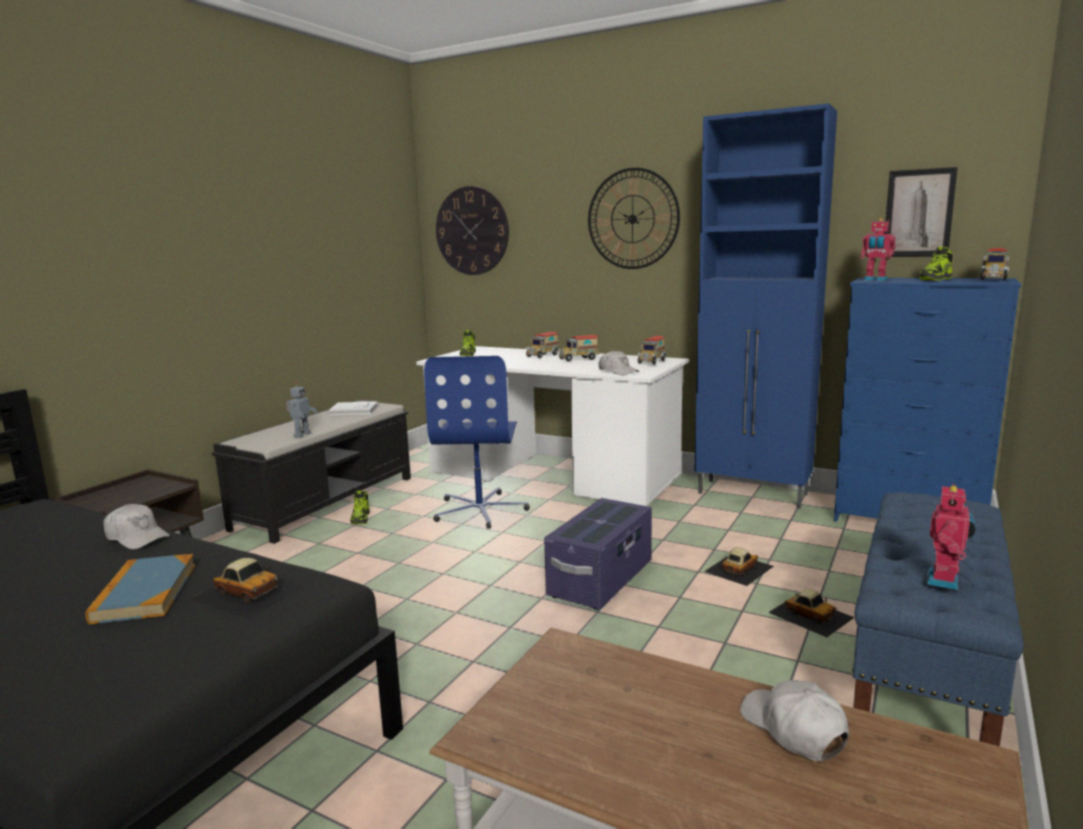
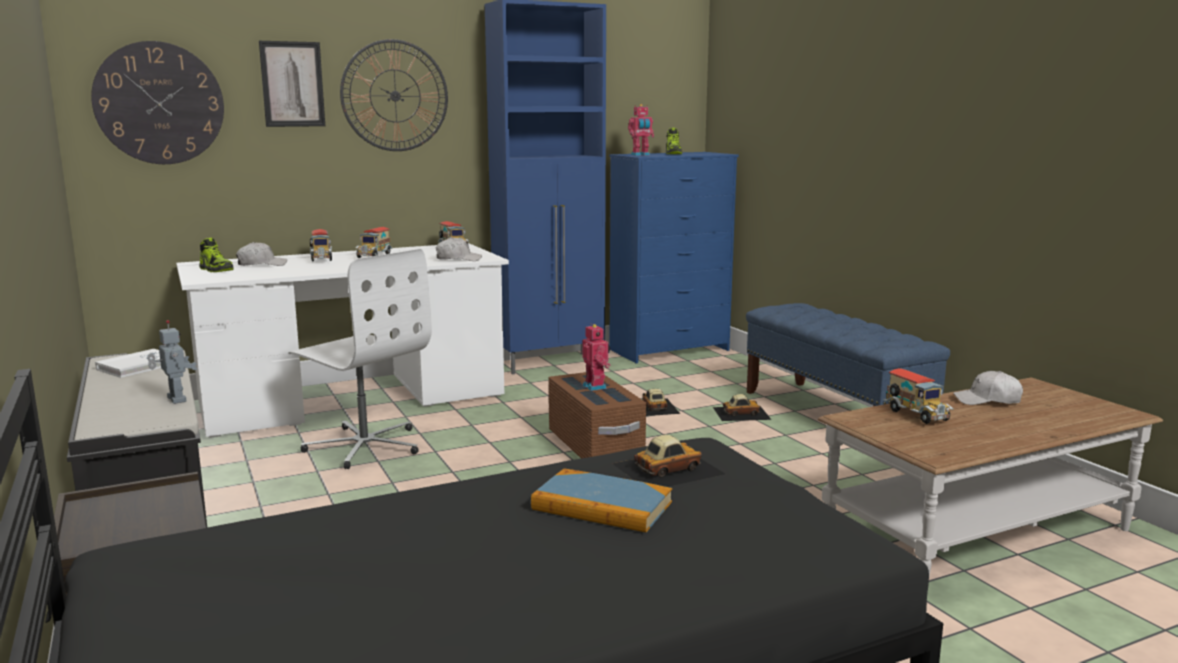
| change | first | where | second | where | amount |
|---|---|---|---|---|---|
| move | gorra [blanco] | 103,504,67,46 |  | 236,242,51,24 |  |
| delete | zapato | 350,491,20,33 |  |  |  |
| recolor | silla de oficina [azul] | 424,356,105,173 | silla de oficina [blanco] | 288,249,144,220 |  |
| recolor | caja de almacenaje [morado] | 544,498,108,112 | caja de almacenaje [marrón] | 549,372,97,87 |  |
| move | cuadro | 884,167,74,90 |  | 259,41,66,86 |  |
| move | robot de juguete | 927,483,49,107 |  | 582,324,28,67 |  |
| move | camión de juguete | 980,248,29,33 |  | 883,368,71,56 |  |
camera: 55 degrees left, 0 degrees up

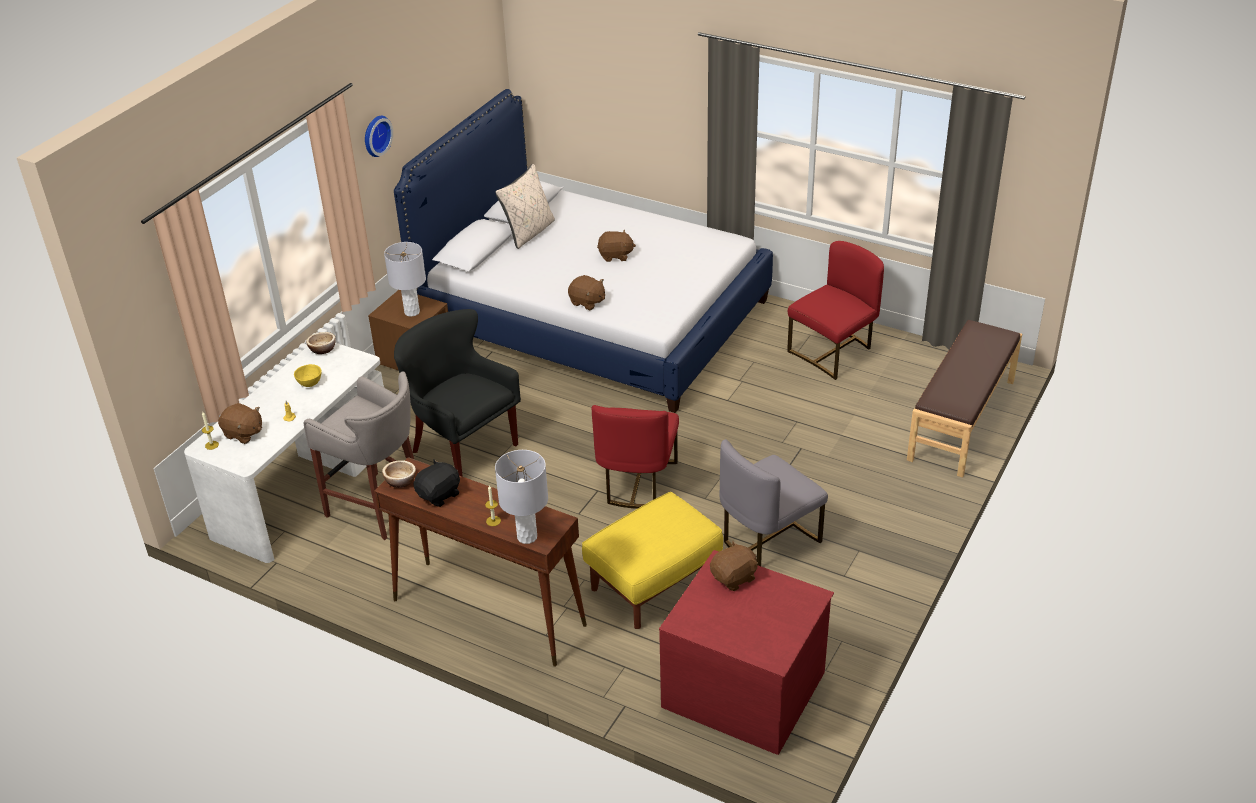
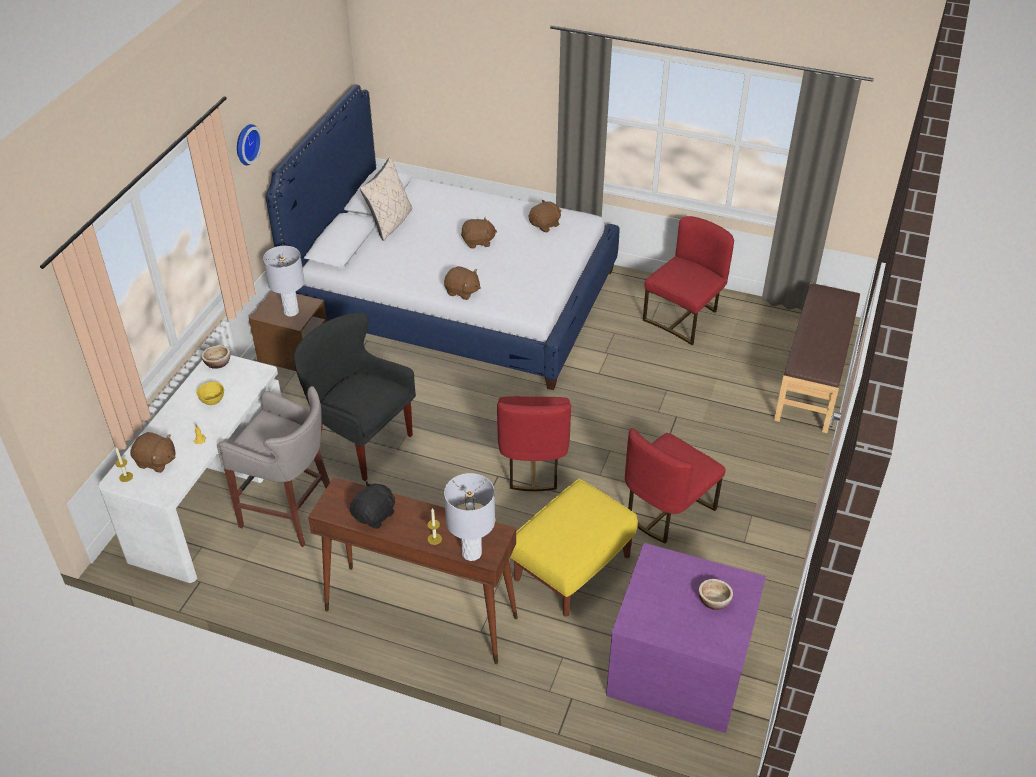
| change | first | where | second | where | amount |
|---|---|---|---|---|---|
| move | cuenco | 382,460,34,28 |  | 698,579,35,31 |  |
| recolor | cómoda [rojo] | 659,550,175,205 | cómoda [morado] | 606,543,160,190 |  |
| move | peluche [marrón] | 710,541,48,50 |  | 529,199,33,33 |  |
| recolor | silla [gris] | 719,439,109,127 | silla [rojo] | 625,428,101,116 |  |
camera: 10 degrees left, 5 degrees up

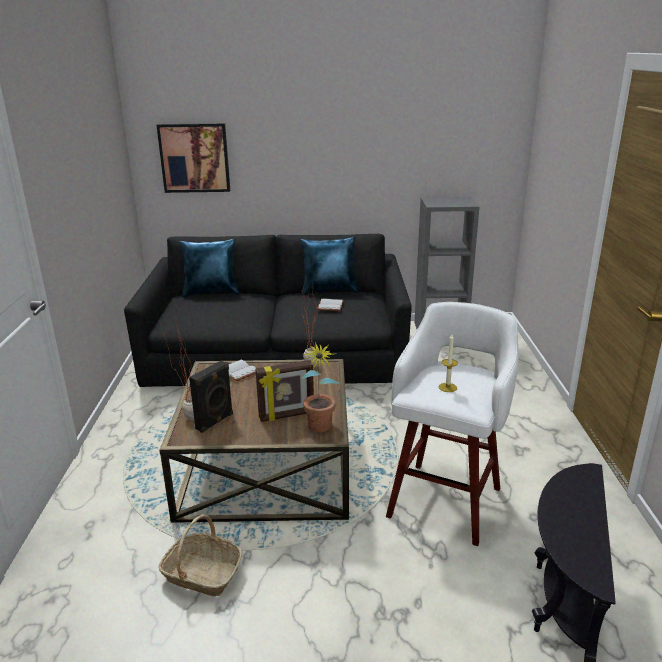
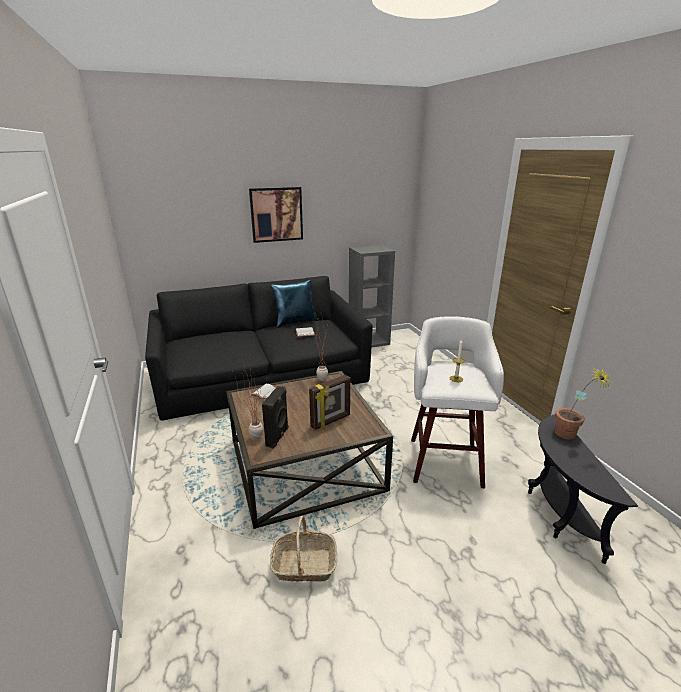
| change | first | where | second | where | amount |
|---|---|---|---|---|---|
| move | cuadro | 157,123,73,70 |  | 249,187,54,56 |  |
| delete | cojín [azul] | 180,239,60,58 |  |  |  |
| move | planta en maceta | 300,342,40,90 |  | 555,367,57,73 |  |
camera: 20 degrees left, 0 degrees up

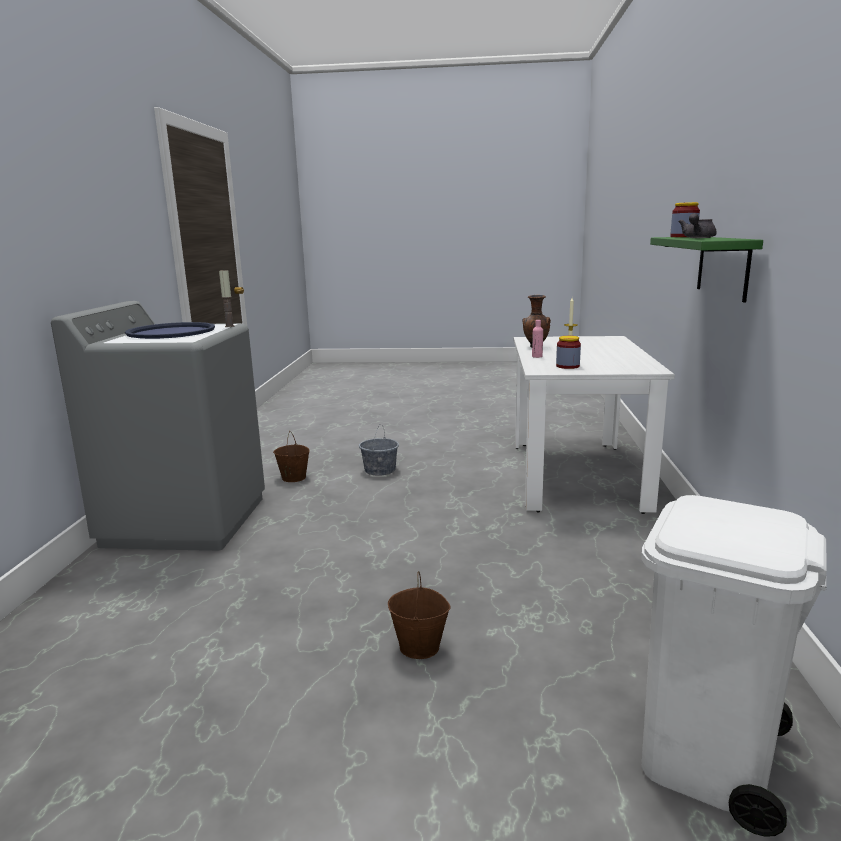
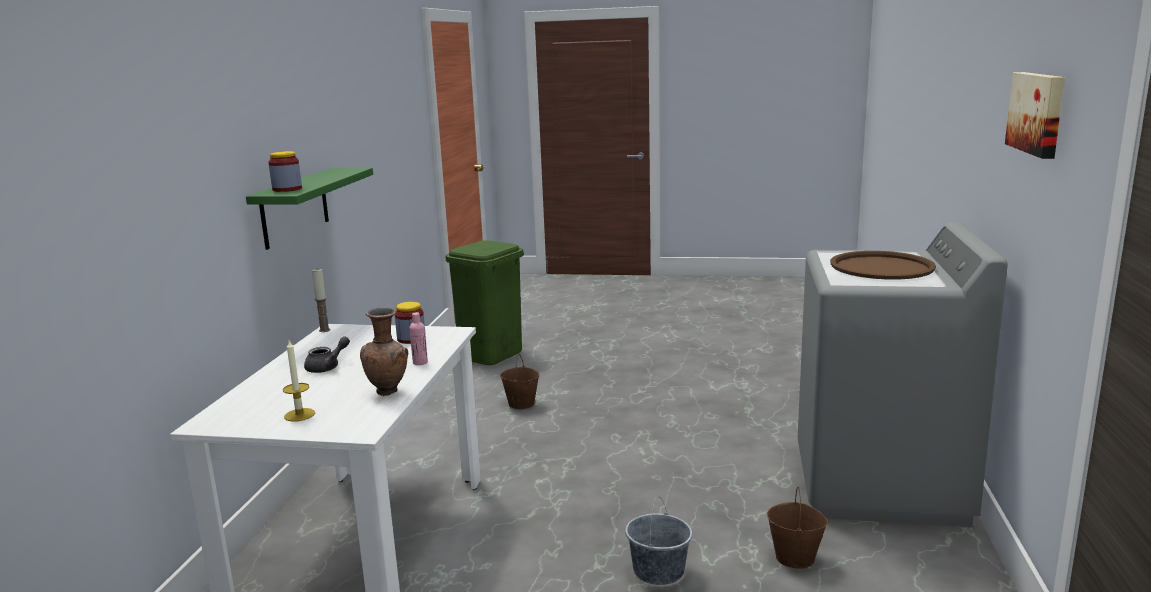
| change | first | where | second | where | amount |
|---|---|---|---|---|---|
| recolor | bandeja [azul] | 125,322,90,17 | bandeja [marrón] | 830,251,106,29 |  |
| move | vela | 219,269,16,58 |  | 312,269,18,63 |  |
| move | cubo [marrón] | 388,571,63,88 |  | 500,353,39,56 |  |
| recolor | papelera [blanco] | 641,495,186,342 | papelera [verde] | 445,240,79,125 |  |
| move | tetera [gris] | 678,213,39,25 |  | 304,336,46,37 |  |
| insert |  |  | cuadro | 1005,72,60,87 |  |
camera: 175 degrees left, 0 degrees up

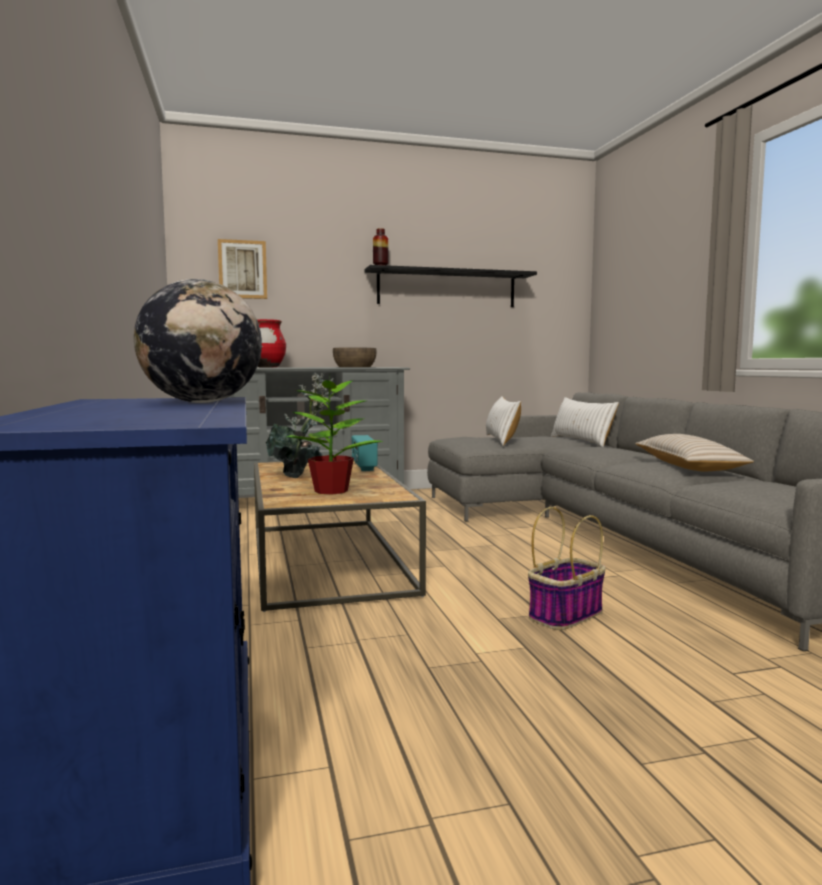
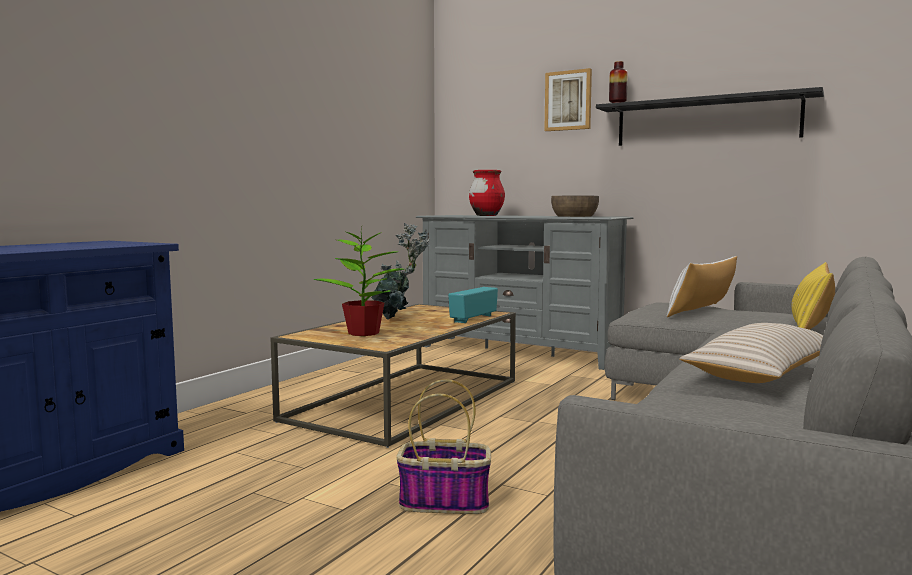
| change | first | where | second | where | amount |
|---|---|---|---|---|---|
| delete | globo terráqueo | 134,279,128,124 |  |  |  |
| move | cuadro | 218,239,49,60 |  | 544,68,48,63 |  |
| recolor | cojín [blanco] | 551,397,68,50 | cojín [amarillo] | 792,262,43,68 |  |
camera: 45 degrees right, 0 degrees up

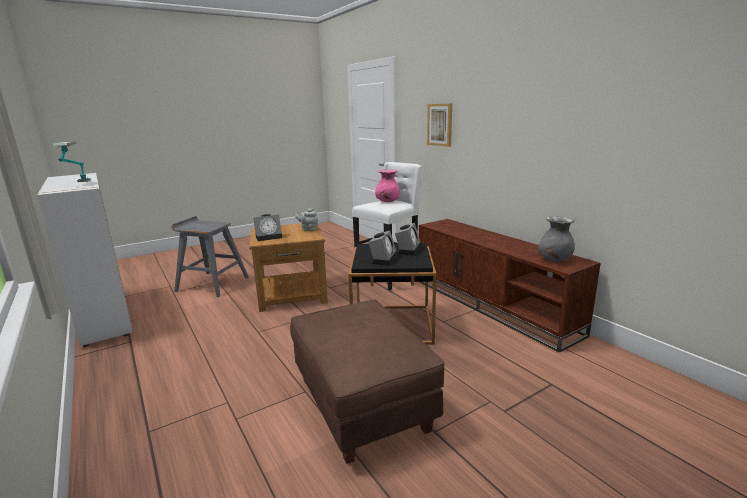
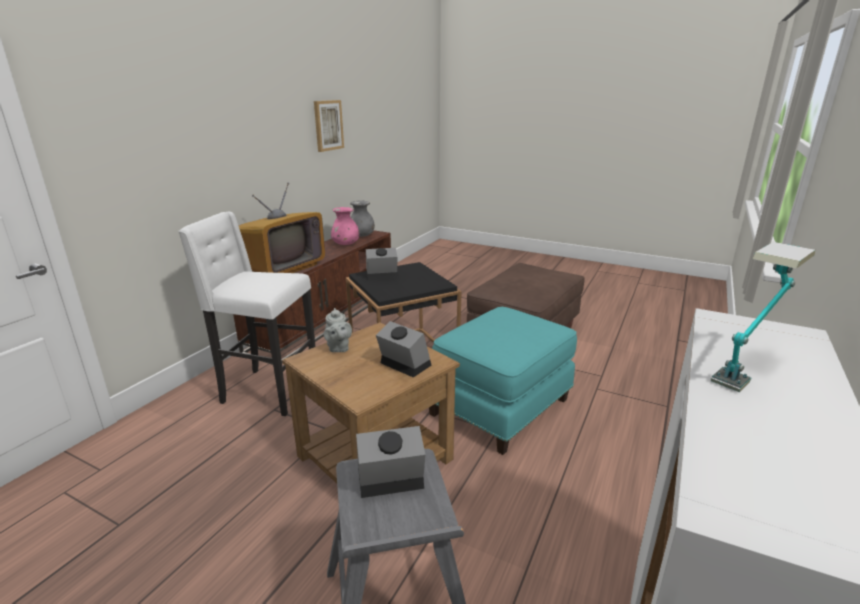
| change | first | where | second | where | amount |
|---|---|---|---|---|---|
| move | despertador | 368,231,30,35 |  | 356,426,69,72 |  |
| move | florero [rosa] | 375,169,25,33 |  | 331,207,28,38 |  |
| move | cuadro | 427,104,25,43 |  | 314,100,30,52 |  |
| insert |  |  | televisor | 239,183,86,90 |  |
| insert |  |  | puf [turquesa] | 429,307,148,148 |  |
camera: 120 degrees left, 5 degrees up

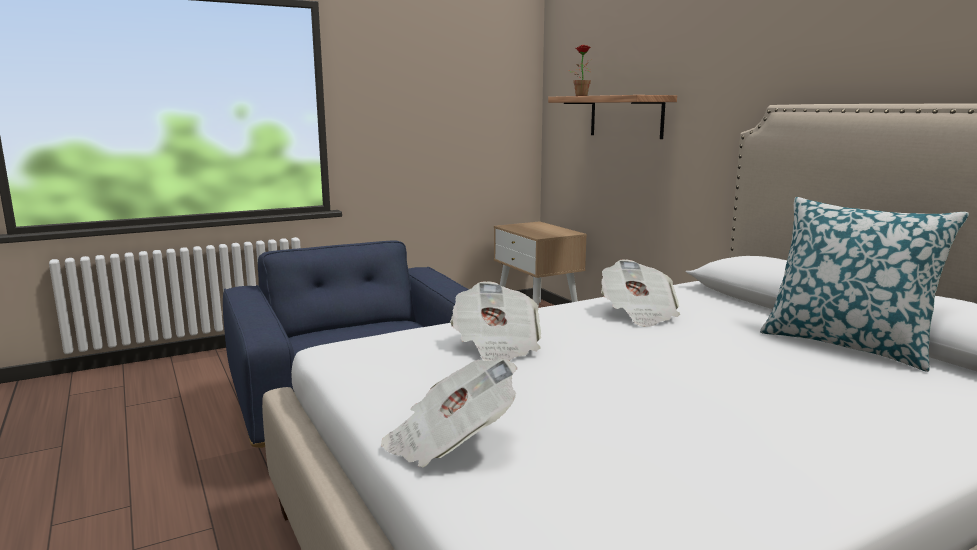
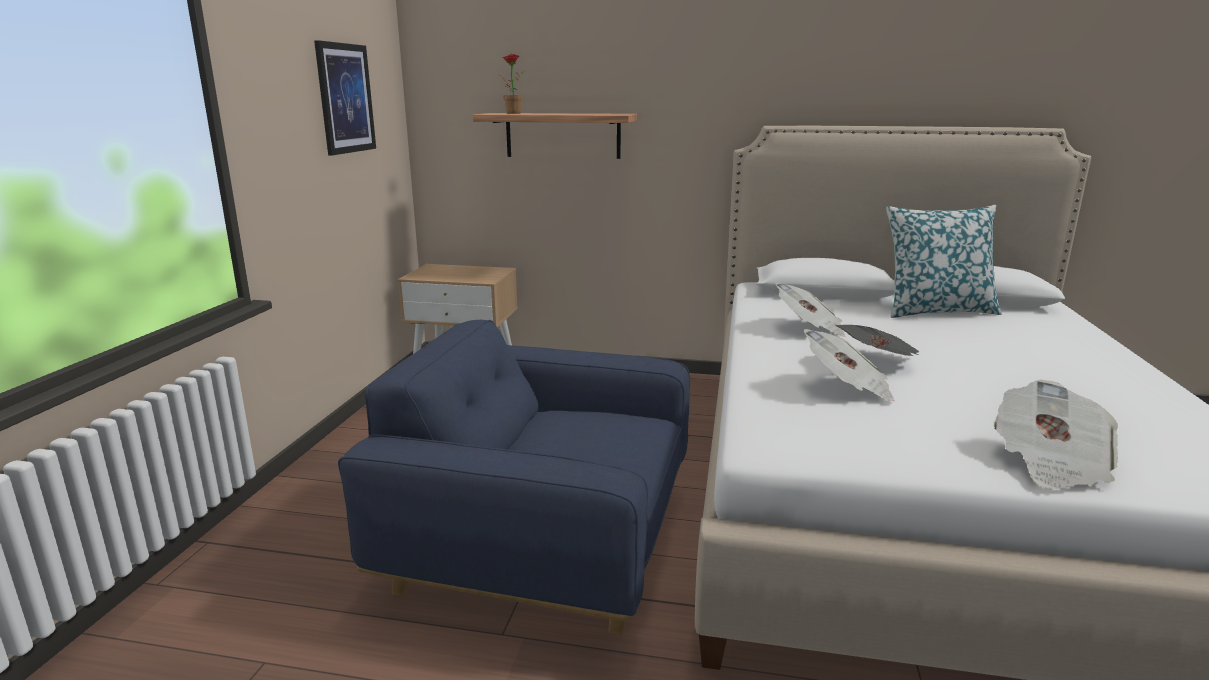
| change | first | where | second | where | amount |
|---|---|---|---|---|---|
| insert |  |  | cuadro | 314,40,62,115 |  |
| insert |  |  | periódico | 835,325,84,31 |  |
camera: 50 degrees left, 5 degrees up

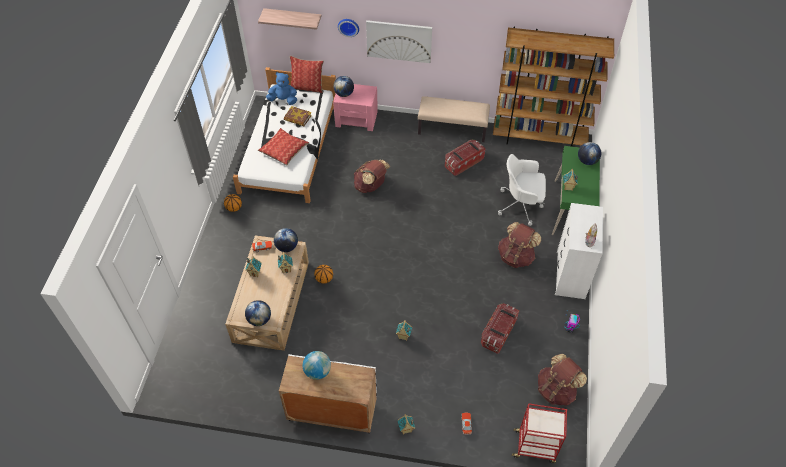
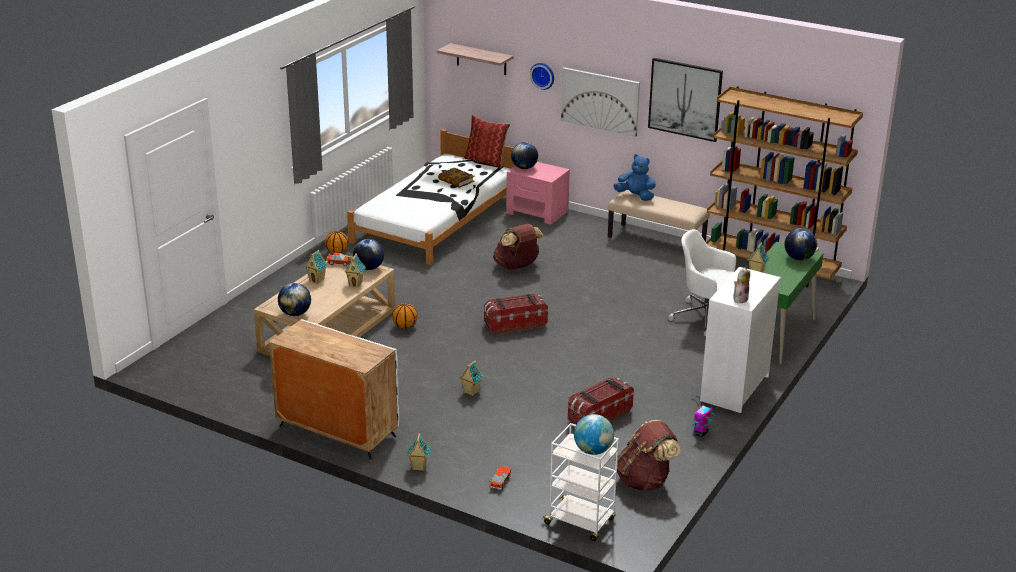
| change | first | where | second | where | amount |
|---|---|---|---|---|---|
| delete | cojín | 258,128,52,38 |  |  |  |
| move | peluche [azul] | 266,72,31,33 |  | 613,154,43,47 |  |
| move | globo terráqueo | 303,351,28,29 |  | 574,414,40,41 |  |
| move | caja de almacenaje | 445,140,41,36 |  | 484,293,64,41 |  |
| delete | mochila [marrón] | 498,222,43,46 |  |  |  |
| recolor | carrito [rojo] | 512,403,55,60 | carrito [blanco] | 541,423,78,118 |  |
| insert |  |  | cuadro | 648,58,75,84 |  |
camera: 20 degrees right, 25 degrees down

